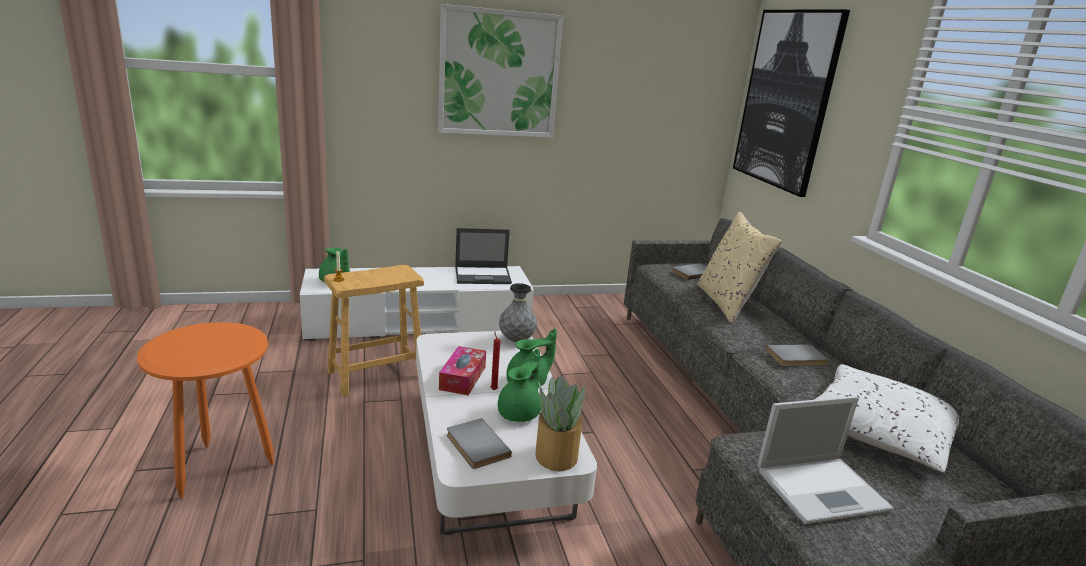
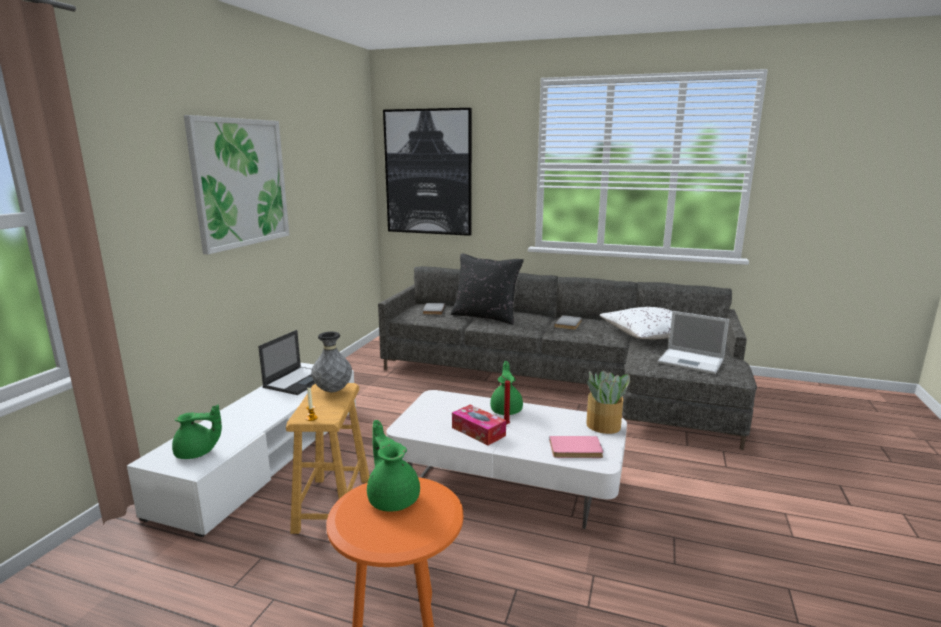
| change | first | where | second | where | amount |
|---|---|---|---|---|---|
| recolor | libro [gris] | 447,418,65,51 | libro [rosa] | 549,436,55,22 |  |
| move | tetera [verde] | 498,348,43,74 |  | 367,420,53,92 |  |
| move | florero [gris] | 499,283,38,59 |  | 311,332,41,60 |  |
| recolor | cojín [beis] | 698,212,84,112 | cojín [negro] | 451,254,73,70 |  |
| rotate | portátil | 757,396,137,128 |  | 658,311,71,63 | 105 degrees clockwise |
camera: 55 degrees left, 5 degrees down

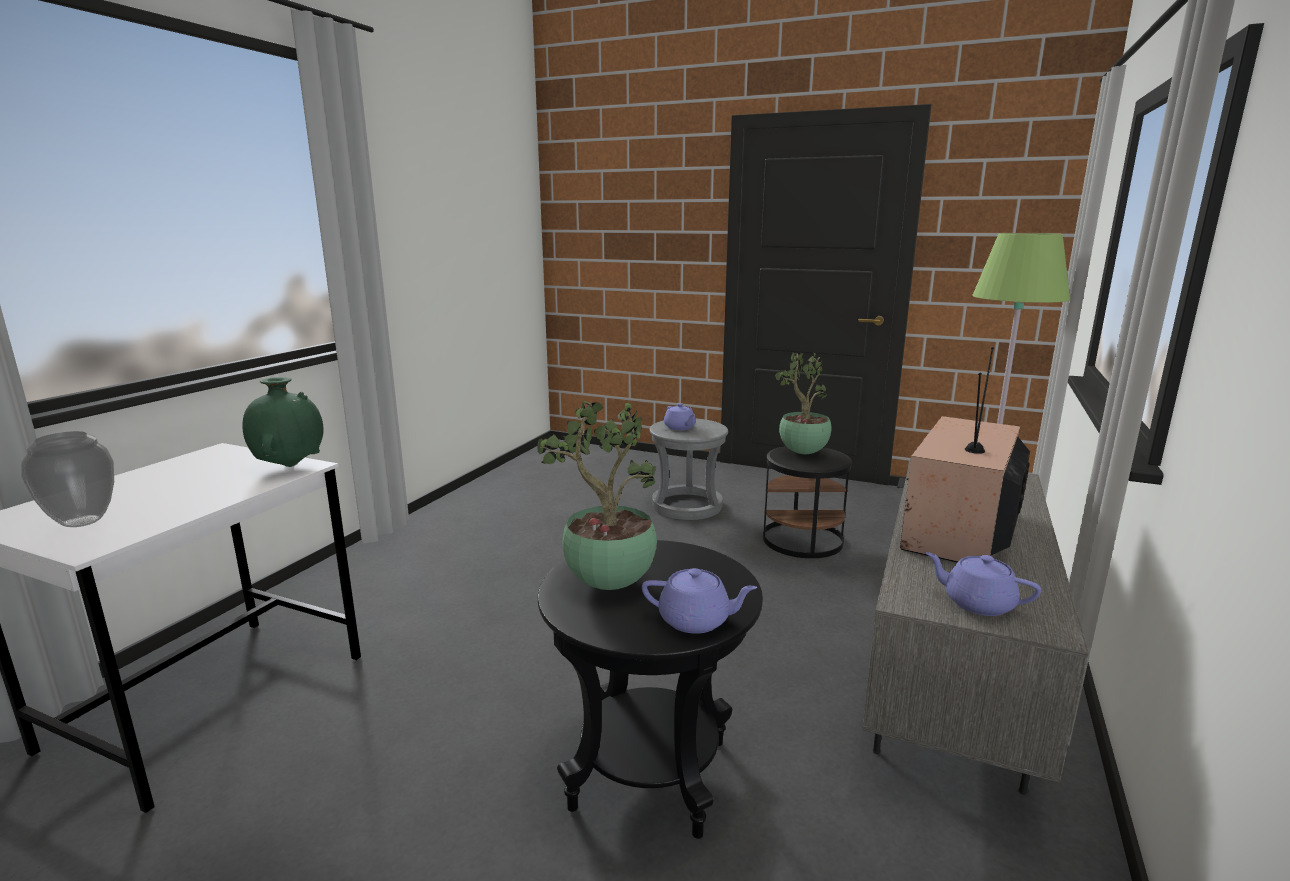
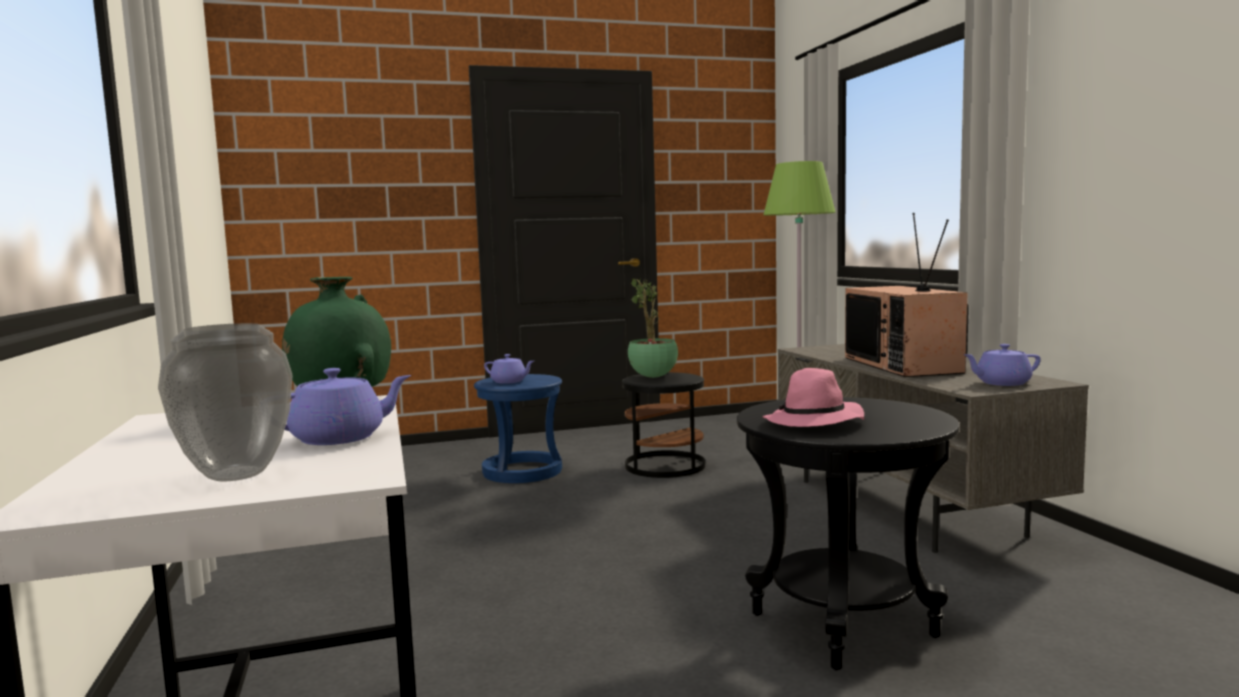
| change | first | where | second | where | amount |
|---|---|---|---|---|---|
| replace | planta en maceta | 537,400,120,190 | sombrero [rosa] | 762,368,102,59 |  |
| move | tetera [morado] | 642,568,115,66 |  | 284,368,127,77 |  |
| recolor | taburete [gris] | 649,418,79,102 | taburete [azul] | 474,374,88,109 |  |
camera: 40 degrees left, 10 degrees down

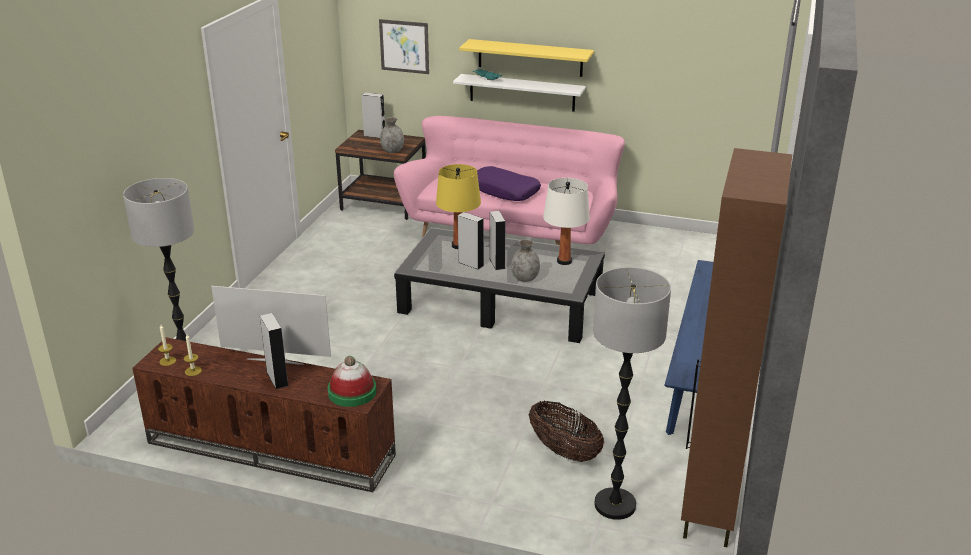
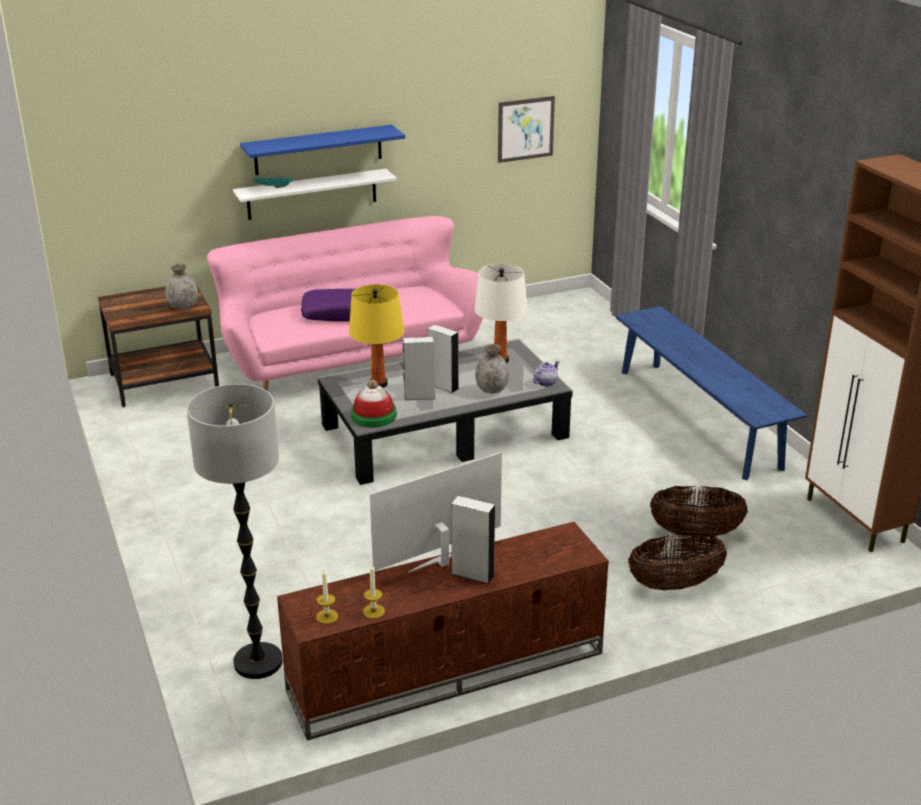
| change | first | where | second | where | amount |
|---|---|---|---|---|---|
| move | sombrero | 328,356,48,51 |  | 351,379,46,48 |  |
| delete | altavoz [gris] | 361,92,24,46 |  |  |  |
| move | cuadro | 379,19,50,55 |  | 498,96,57,67 |  |
| recolor | estante [amarillo] | 459,39,135,38 | estante [azul] | 240,125,165,50 |  |
| delete | lámpara de pie | 593,267,78,253 |  |  |  |
| insert |  |  | tetera | 533,361,27,25 |  |
| insert |  |  | cesta | 628,532,99,58 |  |
camera: 40 degrees left, 0 degrees up

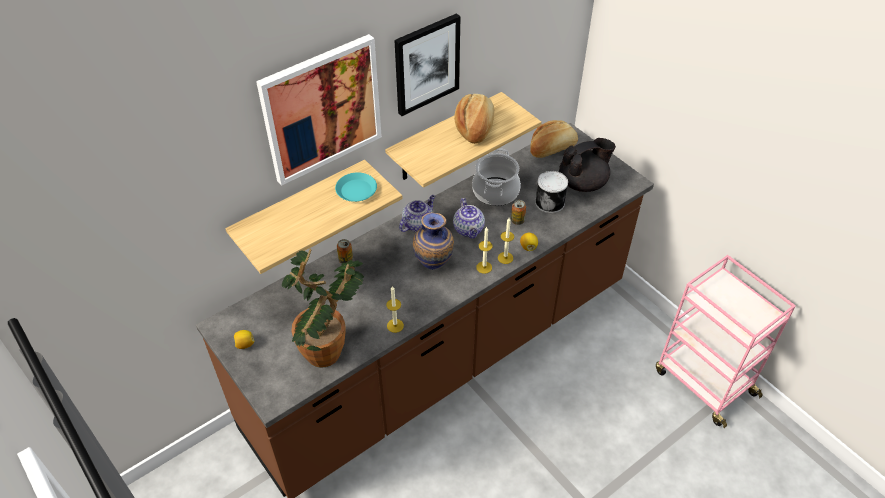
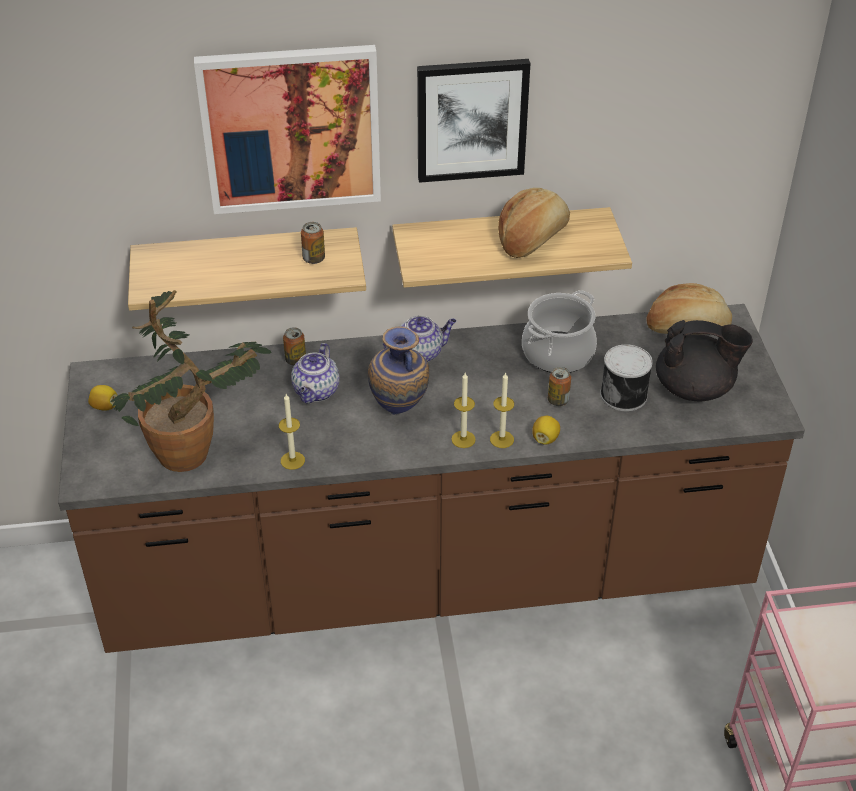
| change | first | where | second | where | amount |
|---|---|---|---|---|---|
| replace | plato [turquesa] | 335,172,42,30 | lata | 301,222,24,42 |  |
| move | tetera | 453,198,32,41 |  | 291,343,49,61 |  |
camera: 30 degrees right, 5 degrees down

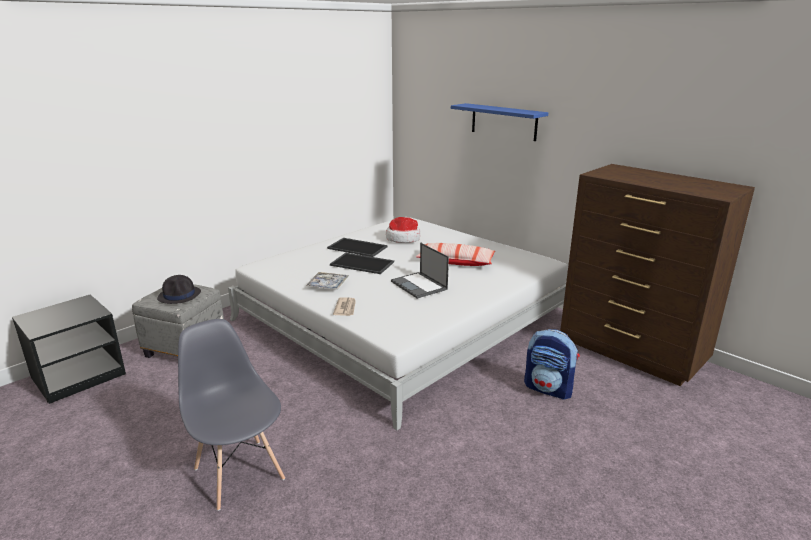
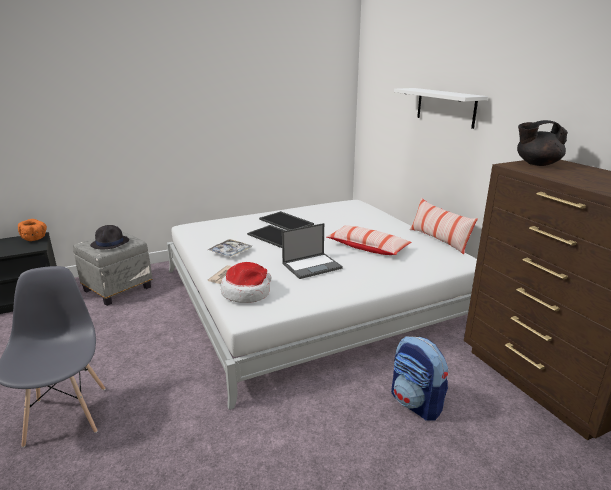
| change | first | where | second | where | amount |
|---|---|---|---|---|---|
| move | sombrero | 386,217,34,26 |  | 221,262,50,41 |  |
| rotate | portátil | 391,243,58,56 |  | 282,223,61,56 | 105 degrees counterclockwise |
| recolor | estante [azul] | 451,103,97,38 | estante [blanco] | 394,88,94,41 |  |
| insert |  |  | cuenco [naranja] | 18,219,29,22 |  |
| insert |  |  | cojín | 409,198,69,57 |  |
| insert |  |  | tetera [negro] | 517,120,51,46 |  |
camera: 20 degrees right, 0 degrees up

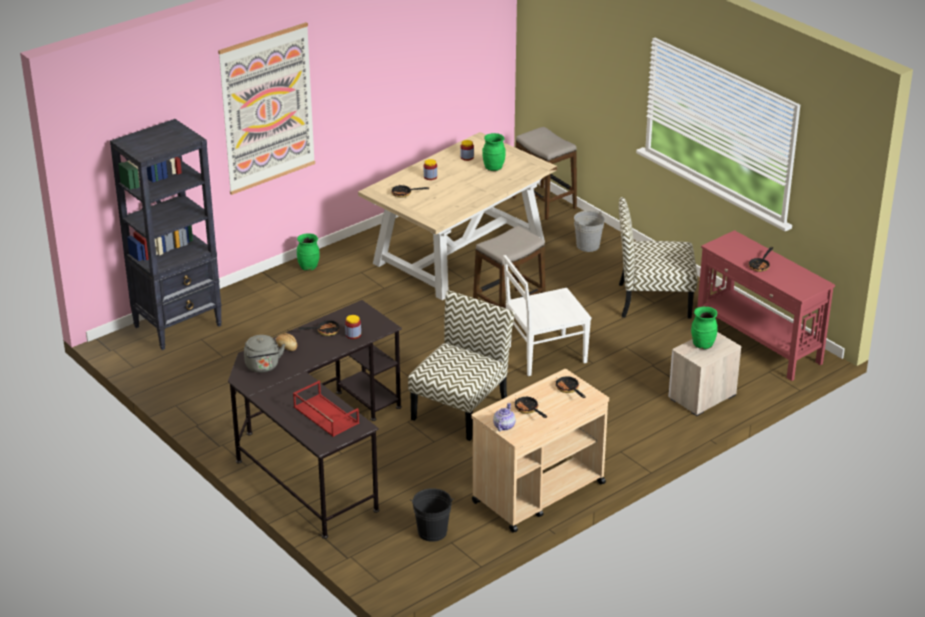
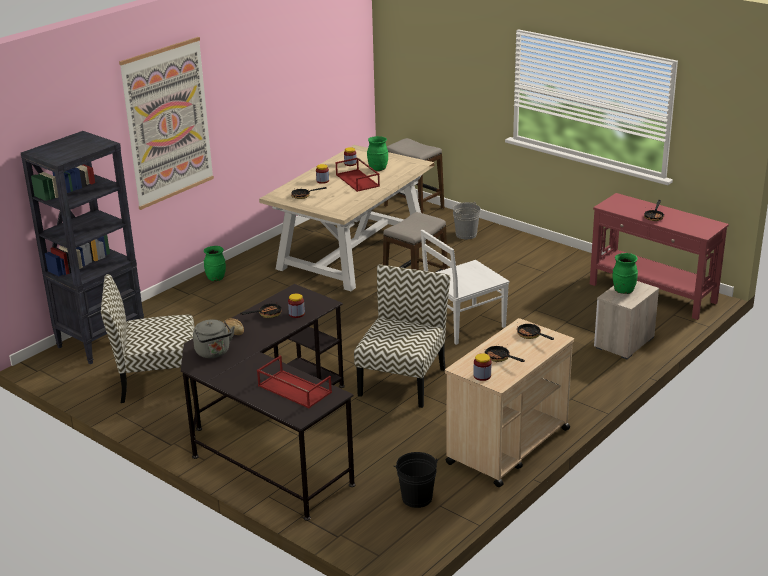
| change | first | where | second | where | amount |
|---|---|---|---|---|---|
| replace | tetera | 493,403,23,28 | tarro | 473,353,18,28 |  |
| move | silla | 619,197,78,122 |  | 101,274,94,129 |  |
| insert |  |  | bandeja [rojo] | 336,158,44,34 |  |
camera: 10 degrees left, 5 degrees down

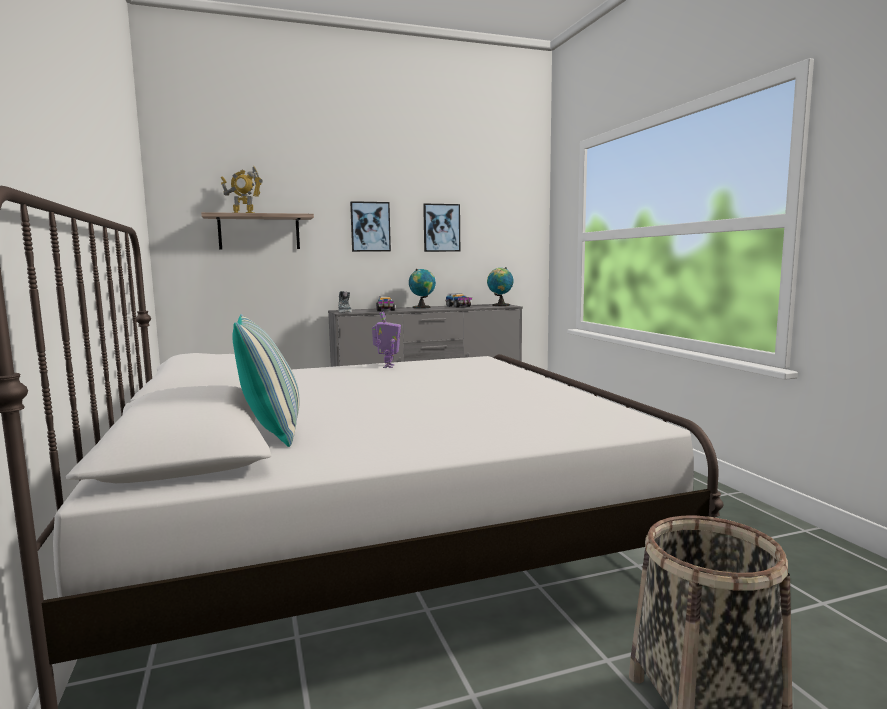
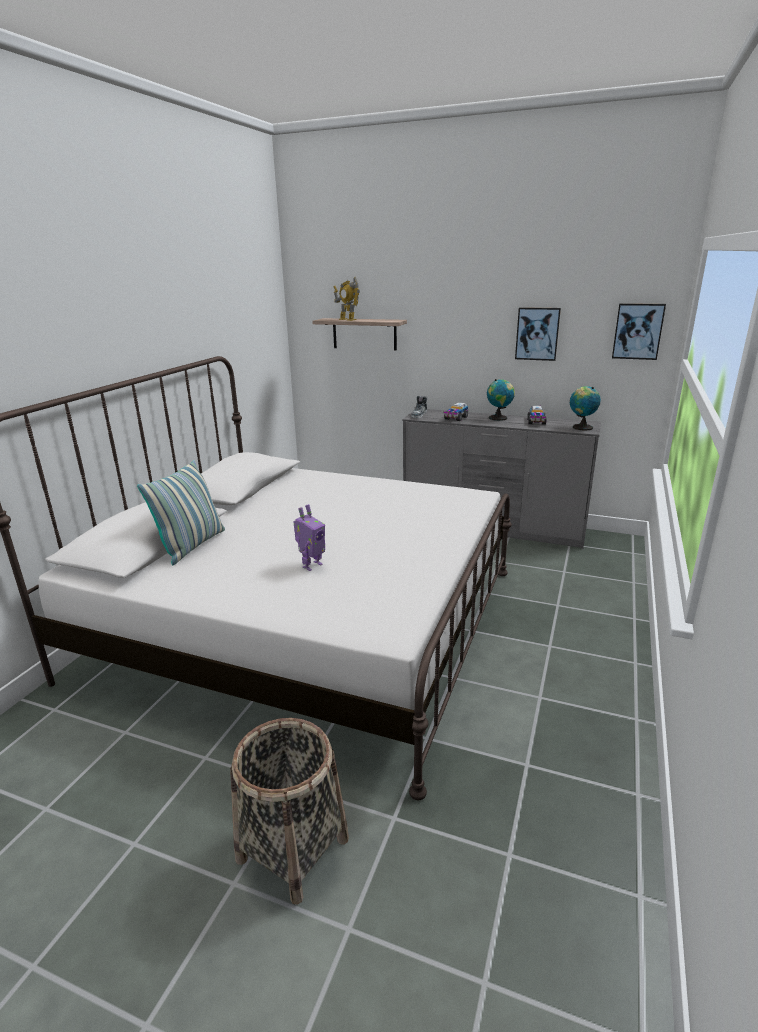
| change | first | where | second | where | amount |
|---|---|---|---|---|---|
| move | cuadro | 350,201,41,51 |  | 612,303,54,57 |  |
| move | robot de juguete | 372,311,29,57 |  | 293,504,32,67 |  |
camera: 40 degrees right, 15 degrees up

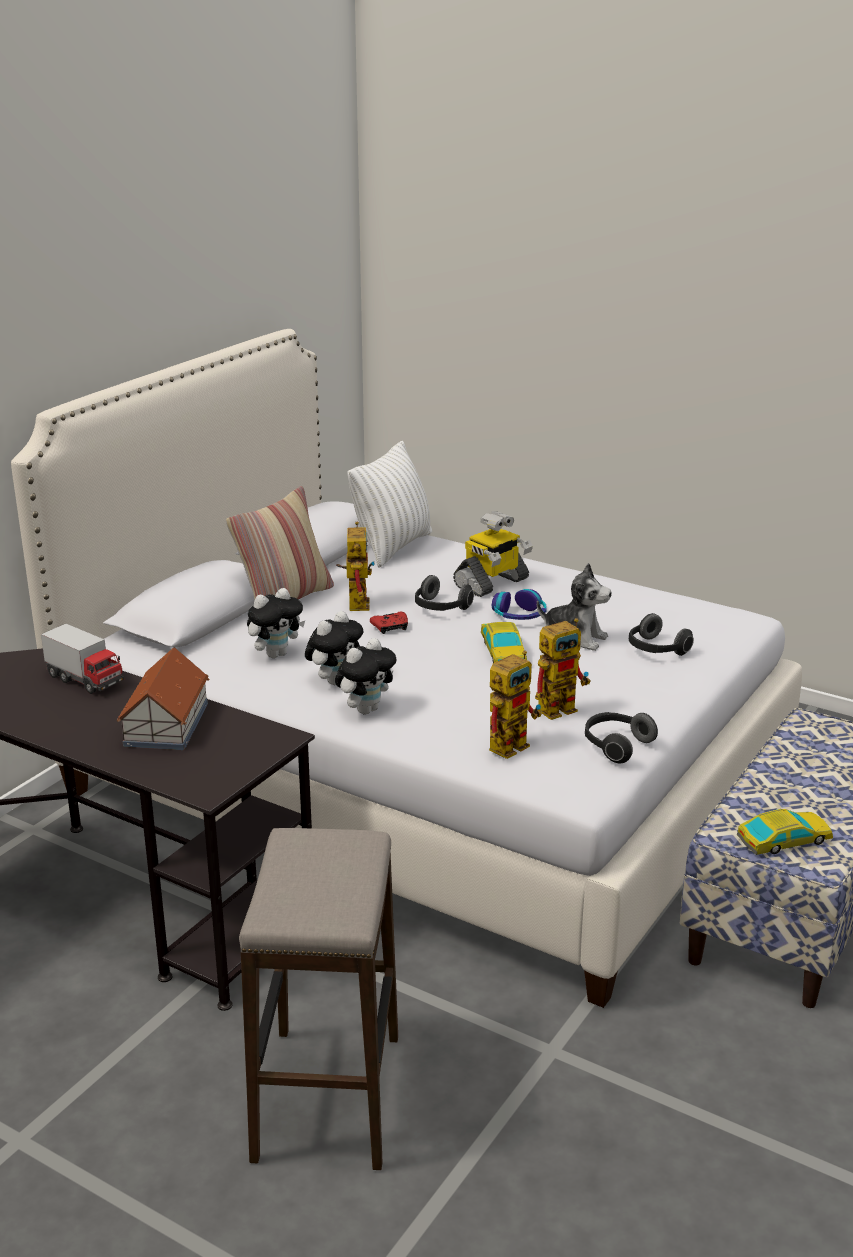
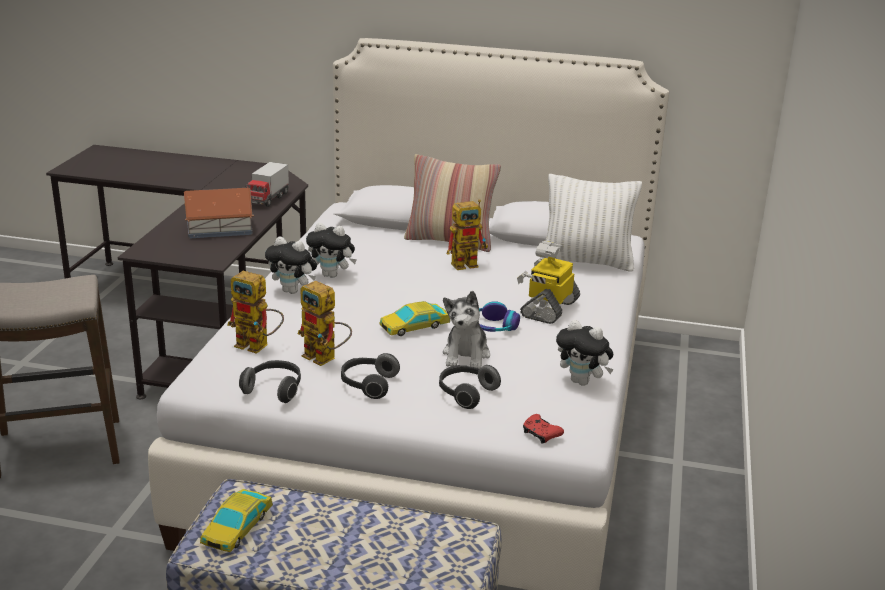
| change | first | where | second | where | amount |
|---|---|---|---|---|---|
| move | peluche | 247,588,58,70 |  | 556,319,57,67 |  |
| move | mando de consola [rojo] | 370,612,38,22 |  | 523,414,41,30 |  |
| move | auriculares | 415,575,59,36 |  | 341,353,59,46 |  |
| rotate | robot de juguete | 453,511,80,86 |  | 517,241,63,83 | 90 degrees clockwise |
| rotate | coche de juguete | 737,809,96,46 |  | 200,489,73,63 | 60 degrees clockwise |
camera: 70 degrees right, 0 degrees up

